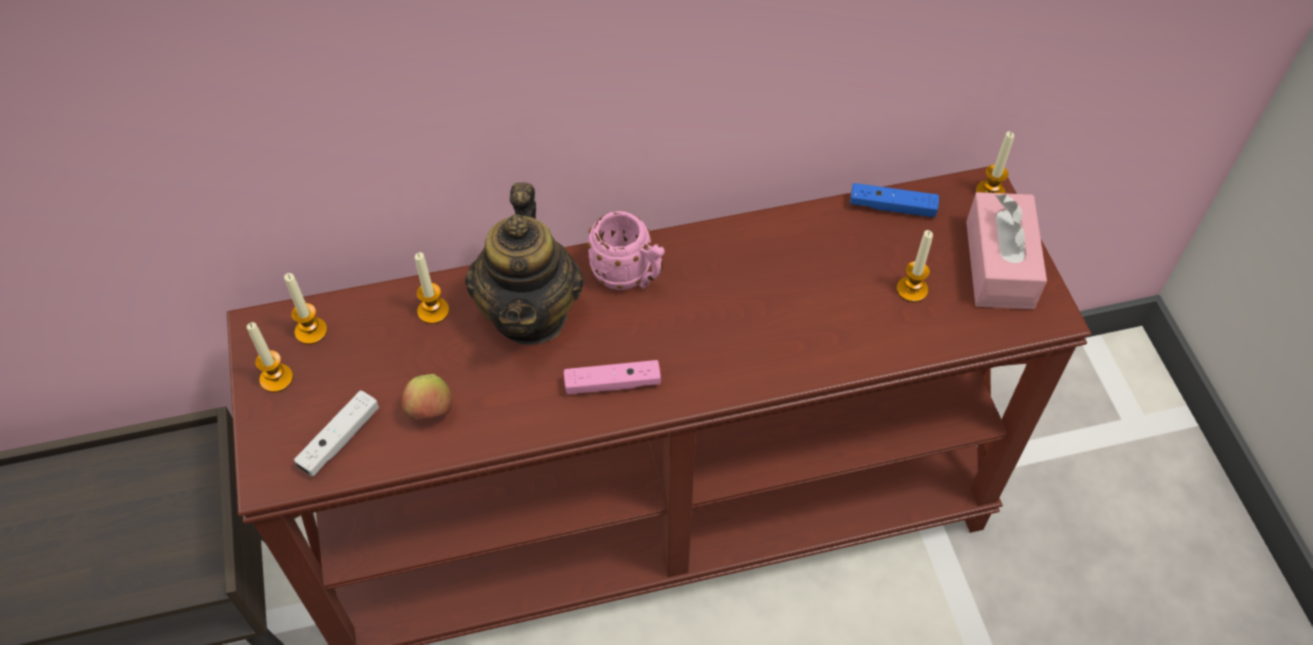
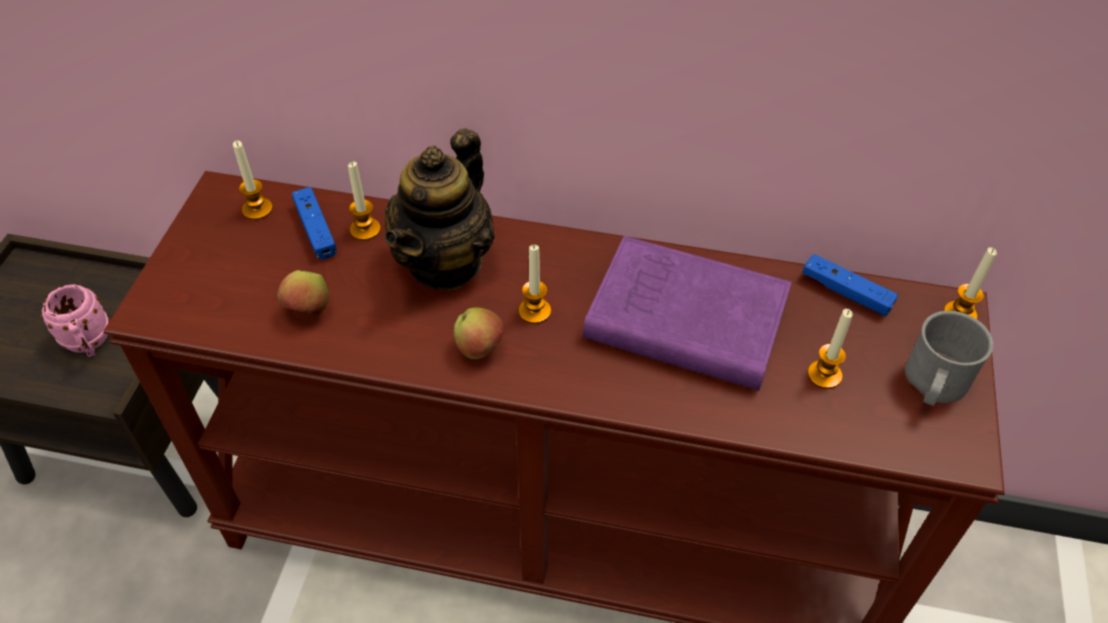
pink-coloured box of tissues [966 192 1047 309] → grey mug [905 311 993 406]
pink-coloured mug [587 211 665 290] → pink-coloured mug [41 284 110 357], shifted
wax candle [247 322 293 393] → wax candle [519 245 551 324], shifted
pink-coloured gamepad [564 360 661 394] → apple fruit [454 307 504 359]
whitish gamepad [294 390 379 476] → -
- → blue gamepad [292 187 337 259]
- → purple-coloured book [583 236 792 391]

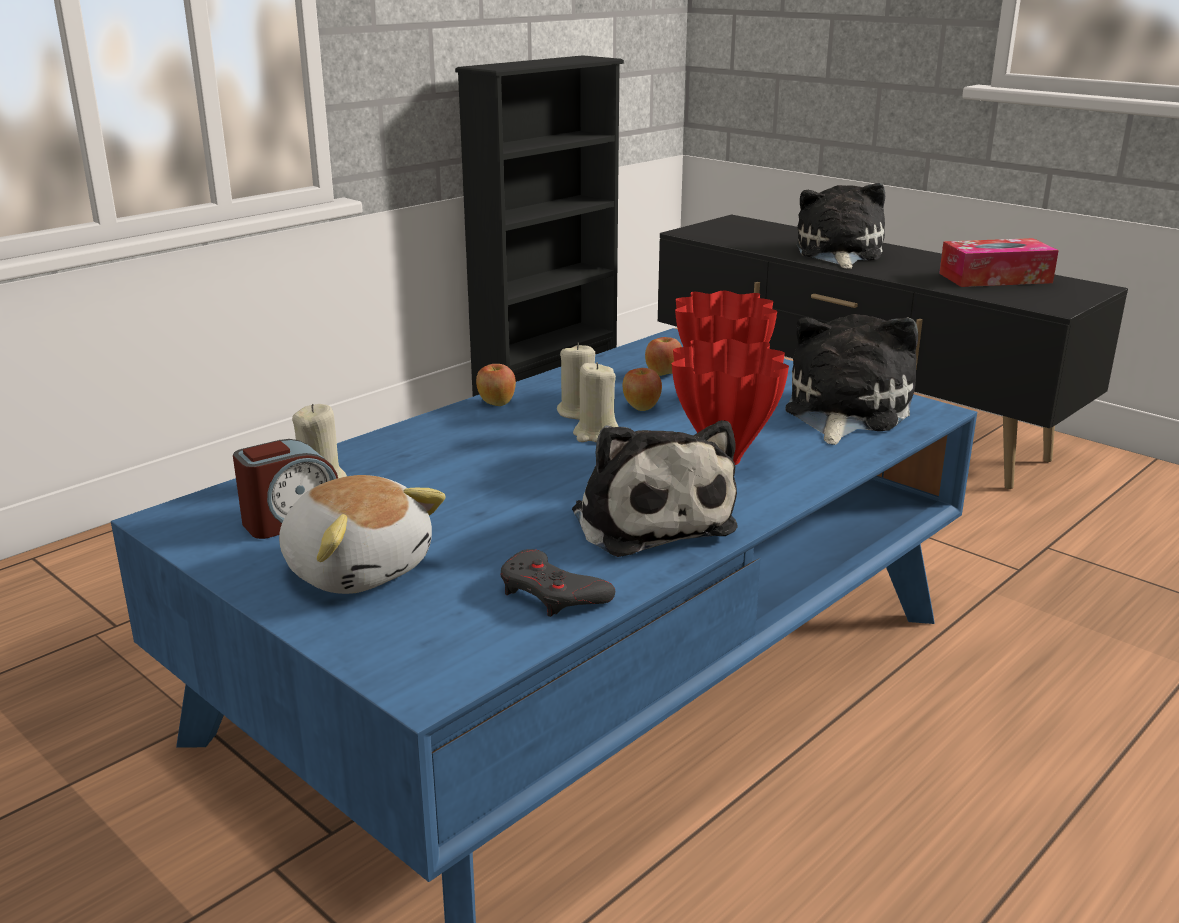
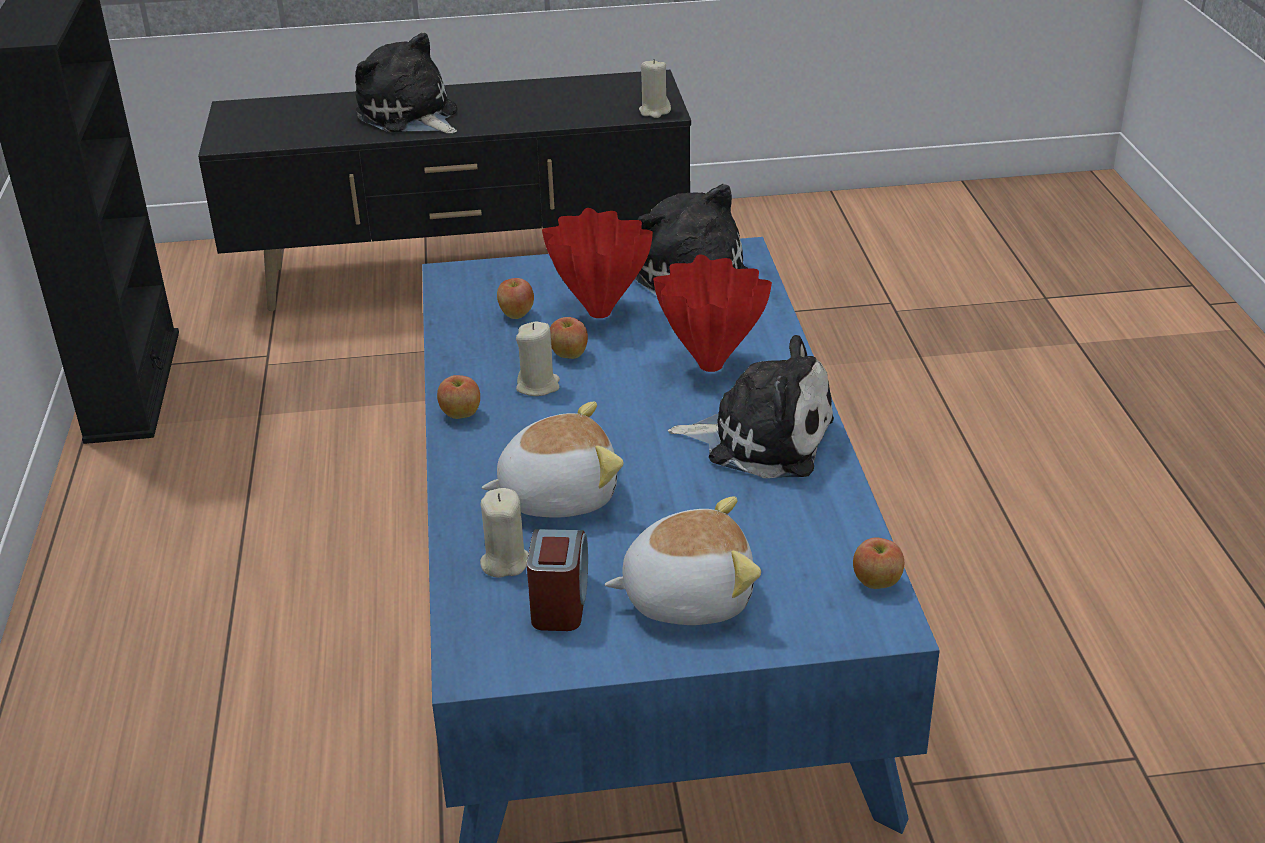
box of tissues [939 238 1059 287] → -
beige-coloured wax candle [573 362 619 443] → beige-coloured wax candle [639 59 671 118], shifted
grey gamepad [500 549 615 617] → -
- → soft toy [482 401 624 518]
- → apple fruit [853 537 904 589]

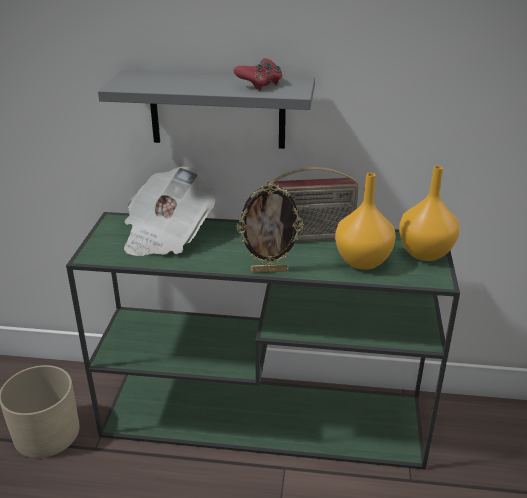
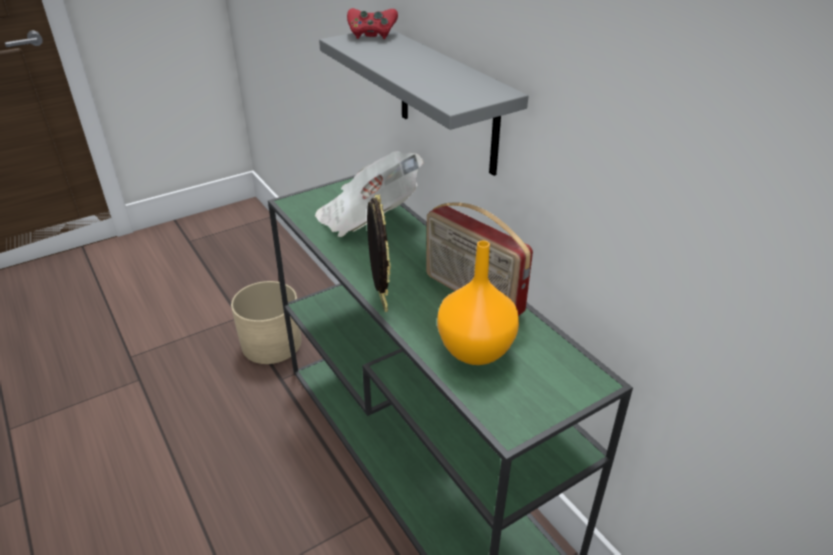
red gamepad [234 58 282 90] → red gamepad [347 8 398 39], shifted
orangey flower vase [399 166 460 261] → -
picture frame [236 183 304 273] → picture frame [367 195 391 312], 150 degrees counterclockwise

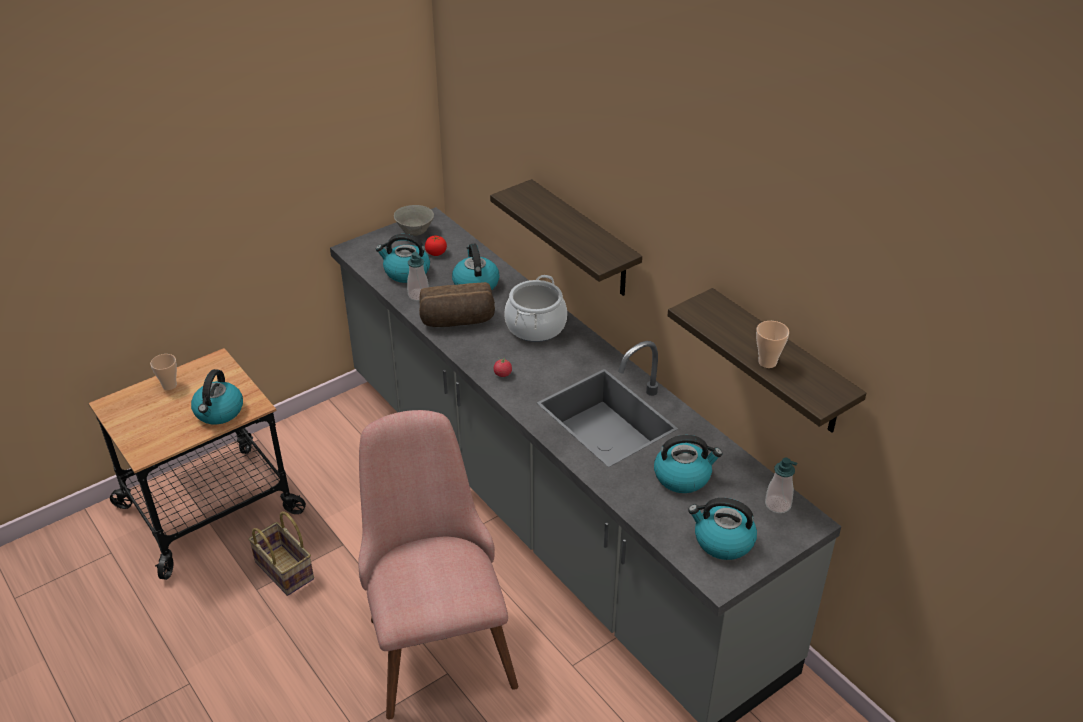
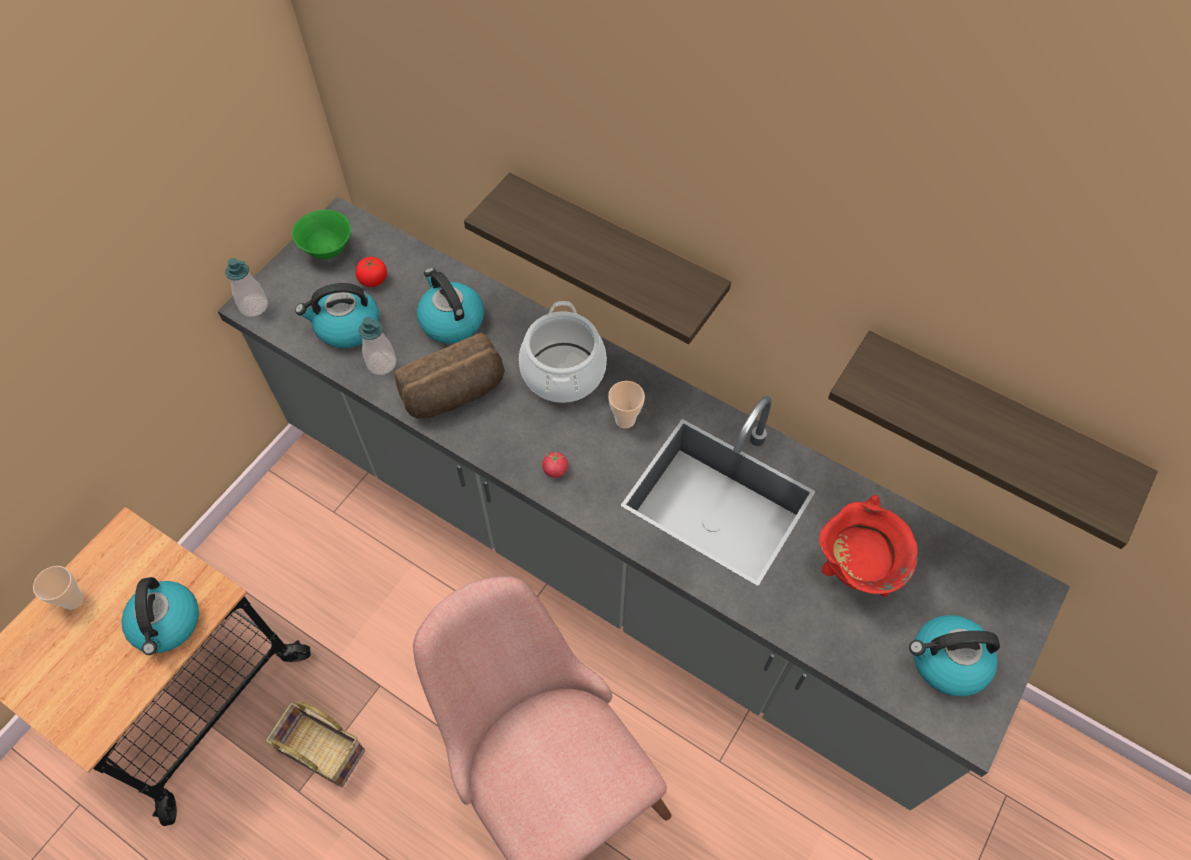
grey serving bowl [394 205 434 236] → green-coloured serving bowl [292 210 351 259]
cup [756 321 789 368] → cup [608 381 645 429], shifted
tea kettle [654 435 722 493] → red saucepot [819 495 918 597]
soap dispenser [765 458 797 513] → soap dispenser [225 258 268 317], shifted

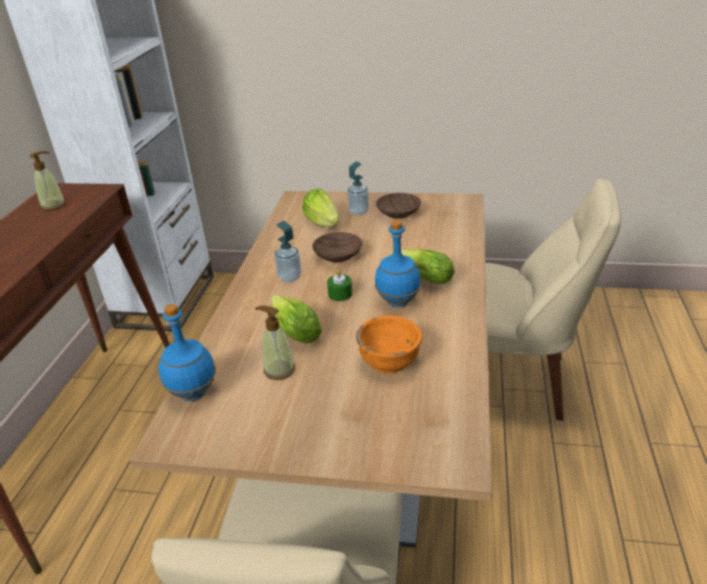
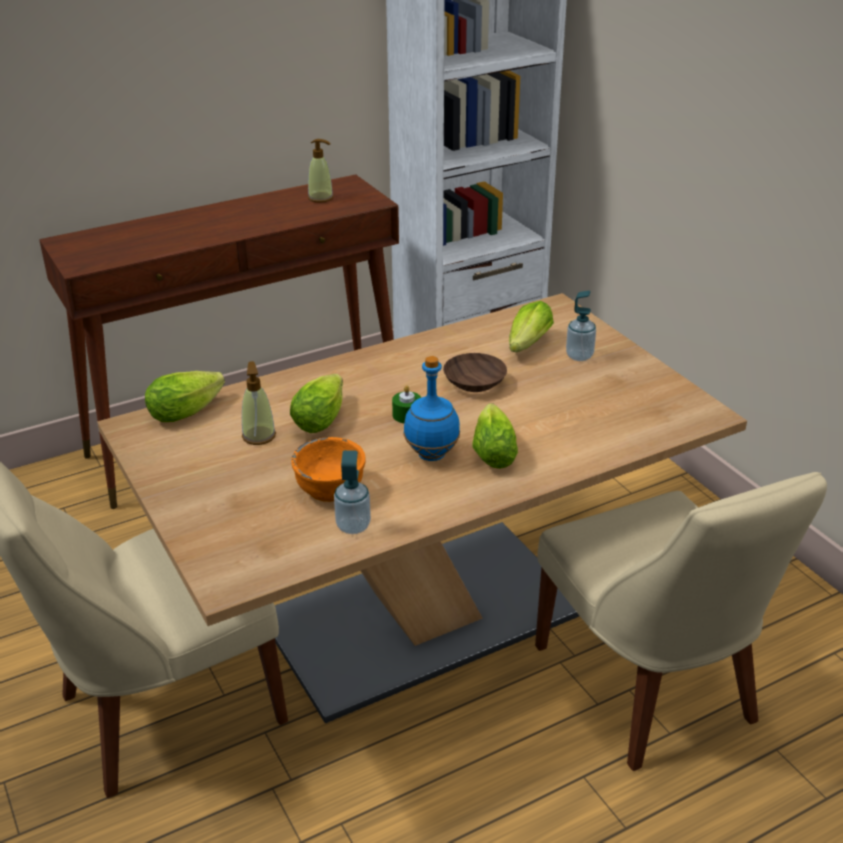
brown-coloured serving bowl [376 193 421 219] → -
soap dispenser [275 221 301 282] → soap dispenser [334 450 371 534], shifted
blue bottle [159 304 216 401] → head of lettuce [145 371 225 422]

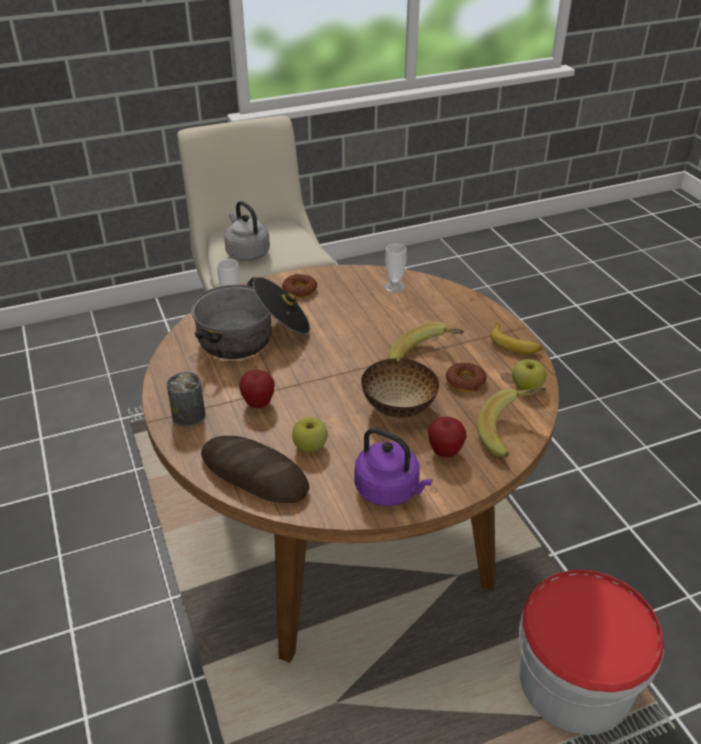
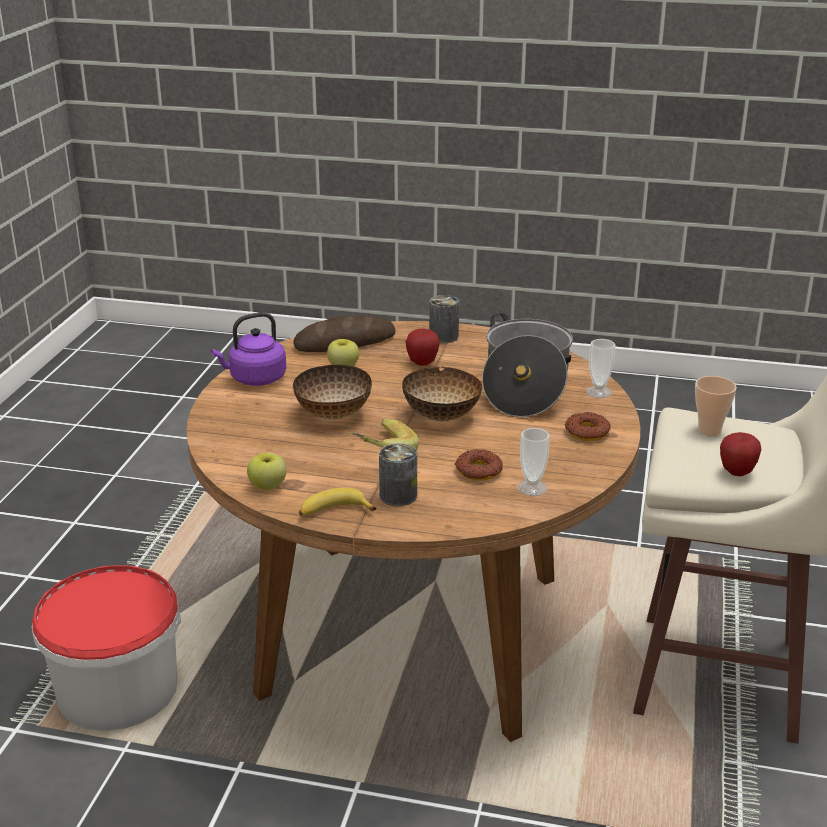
grey tea kettle [224 201 270 261] → cup [695 376 737 436]
doughnut [446 363 487 392] → doughnut [455 449 503 481], shifted
whole banana [477 387 546 458] → -
apple fruit [428 417 467 458] → apple fruit [720 432 761 476], shifted
- → serving bowl [402 367 482 421]
- → sealed can [379 443 417 506]

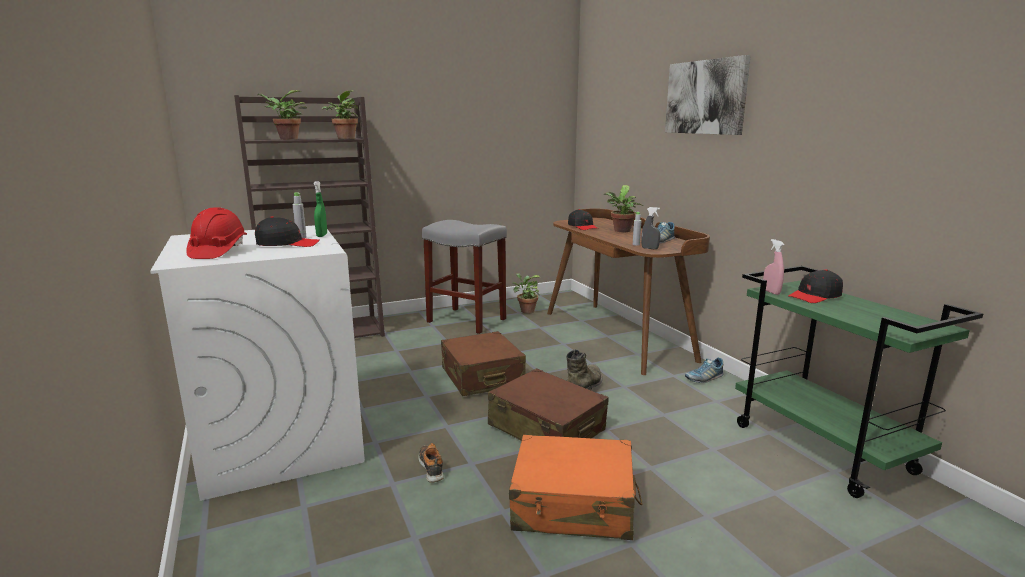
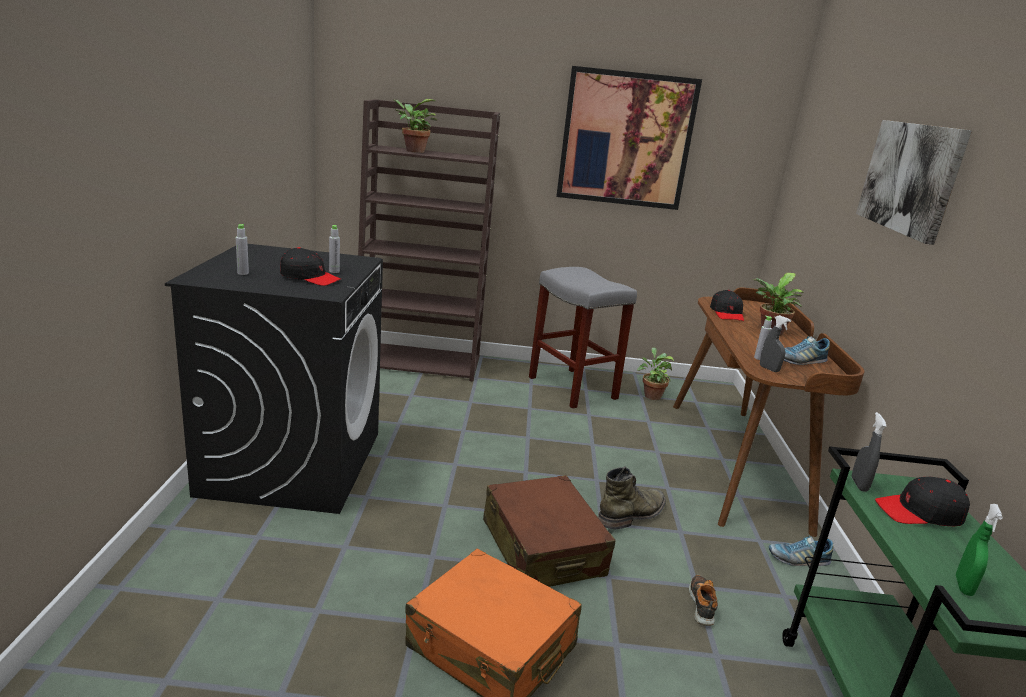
houseplant [322 90 358 139] → -
green-coloured hand sprayer [313 181 327 237] → green-coloured hand sprayer [956 504 1003 596], shifted
red work helmet [186 207 247 259] → grey bottle [236 224 249 275]
whitish laundry machine [150 225 365 501] → blackish laundry machine [165 244 383 514]
pink-coloured hand sprayer [763 239 785 295] → grey hand sprayer [852 412 887 492]
brown-coloured travel case [441 331 526 396] → -
item of footwear [418 443 444 483] → item of footwear [689 575 718 626], shifted
- → wall picture [556 66 702 210]

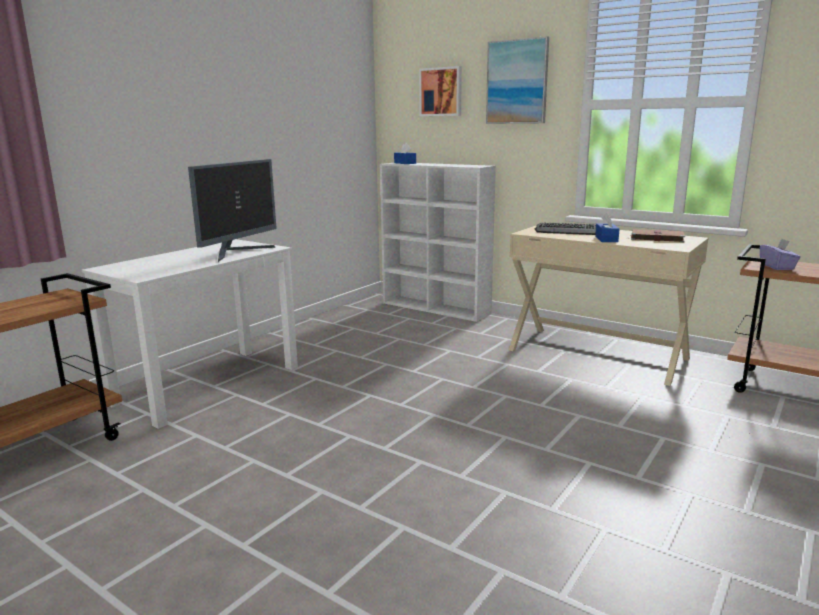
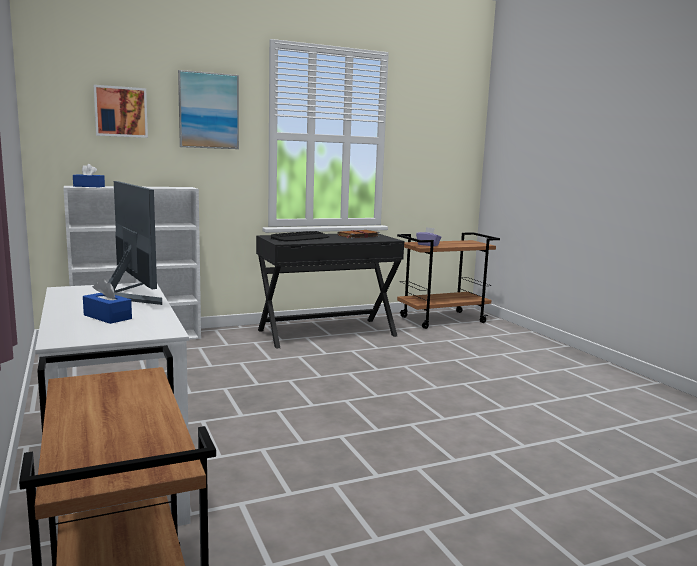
blue box of tissues [595 213 619 242] → blue box of tissues [83 279 132 324], shifted
beige-coloured desk unit [509 225 709 386] → blackish desk unit [256 234 404 349]

